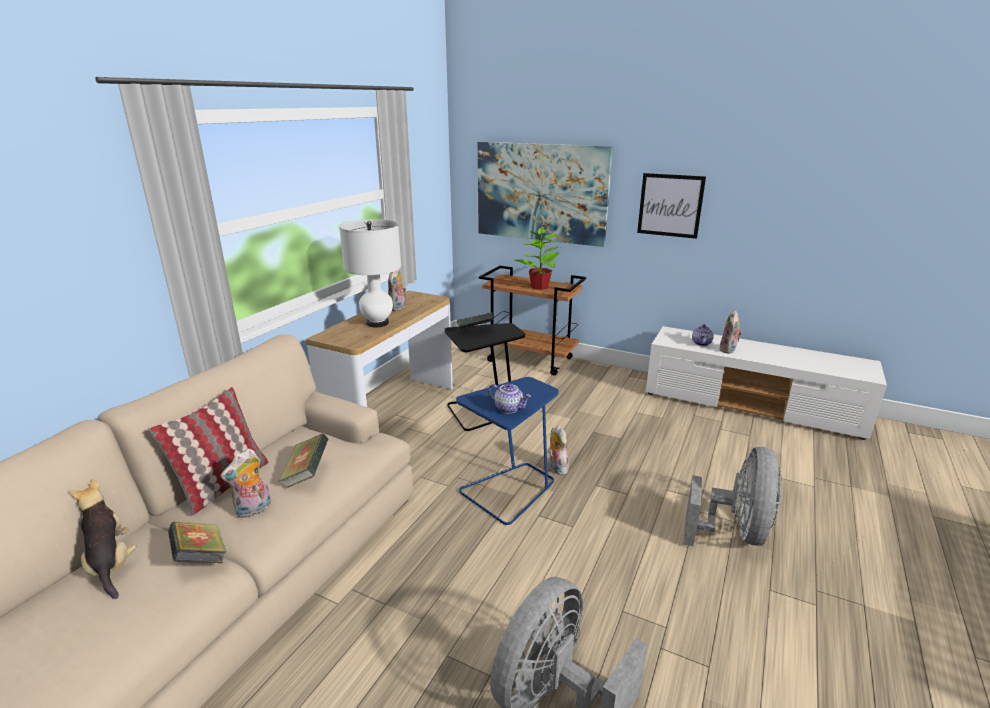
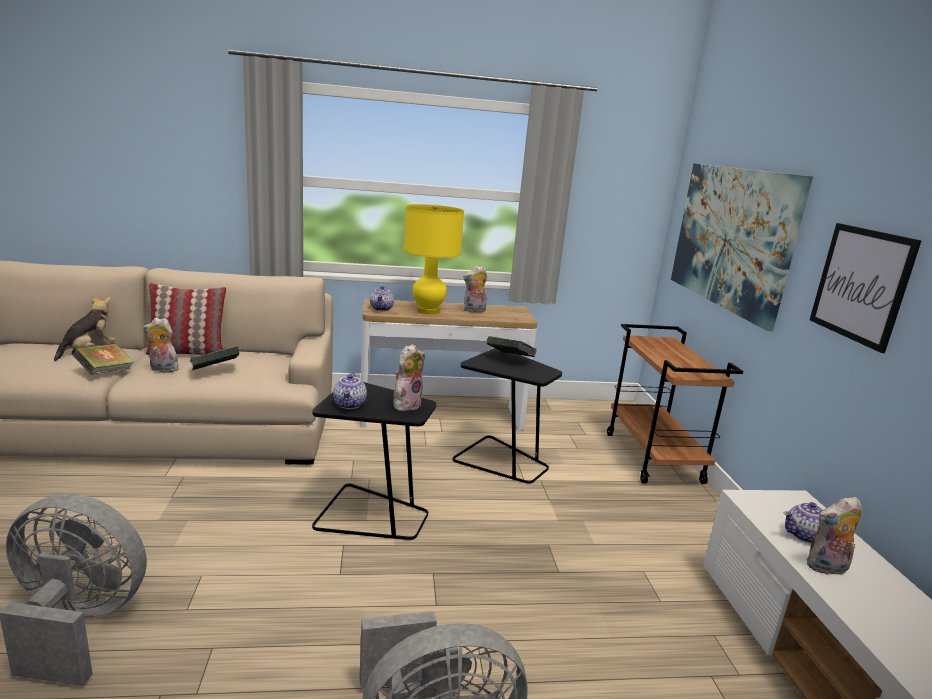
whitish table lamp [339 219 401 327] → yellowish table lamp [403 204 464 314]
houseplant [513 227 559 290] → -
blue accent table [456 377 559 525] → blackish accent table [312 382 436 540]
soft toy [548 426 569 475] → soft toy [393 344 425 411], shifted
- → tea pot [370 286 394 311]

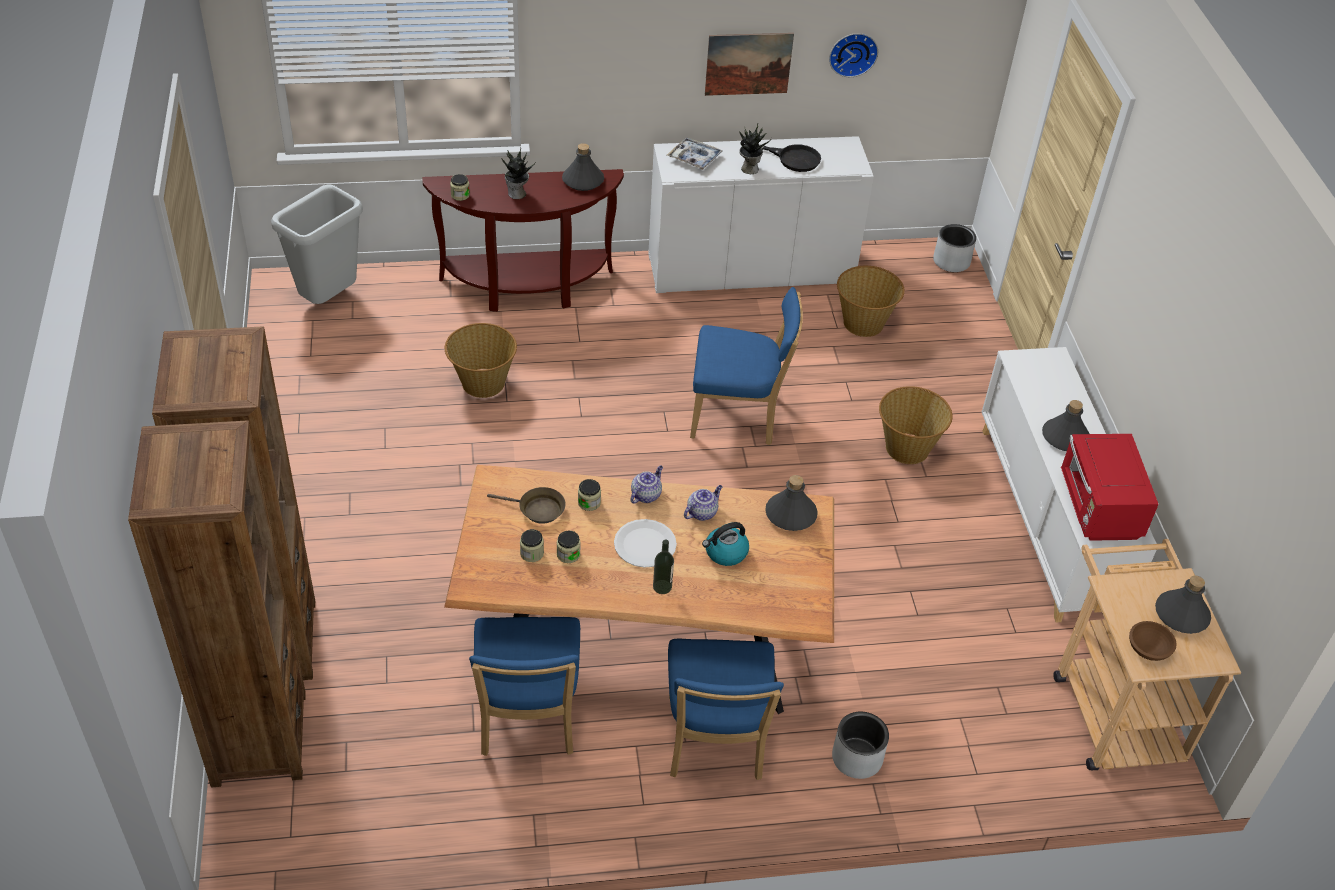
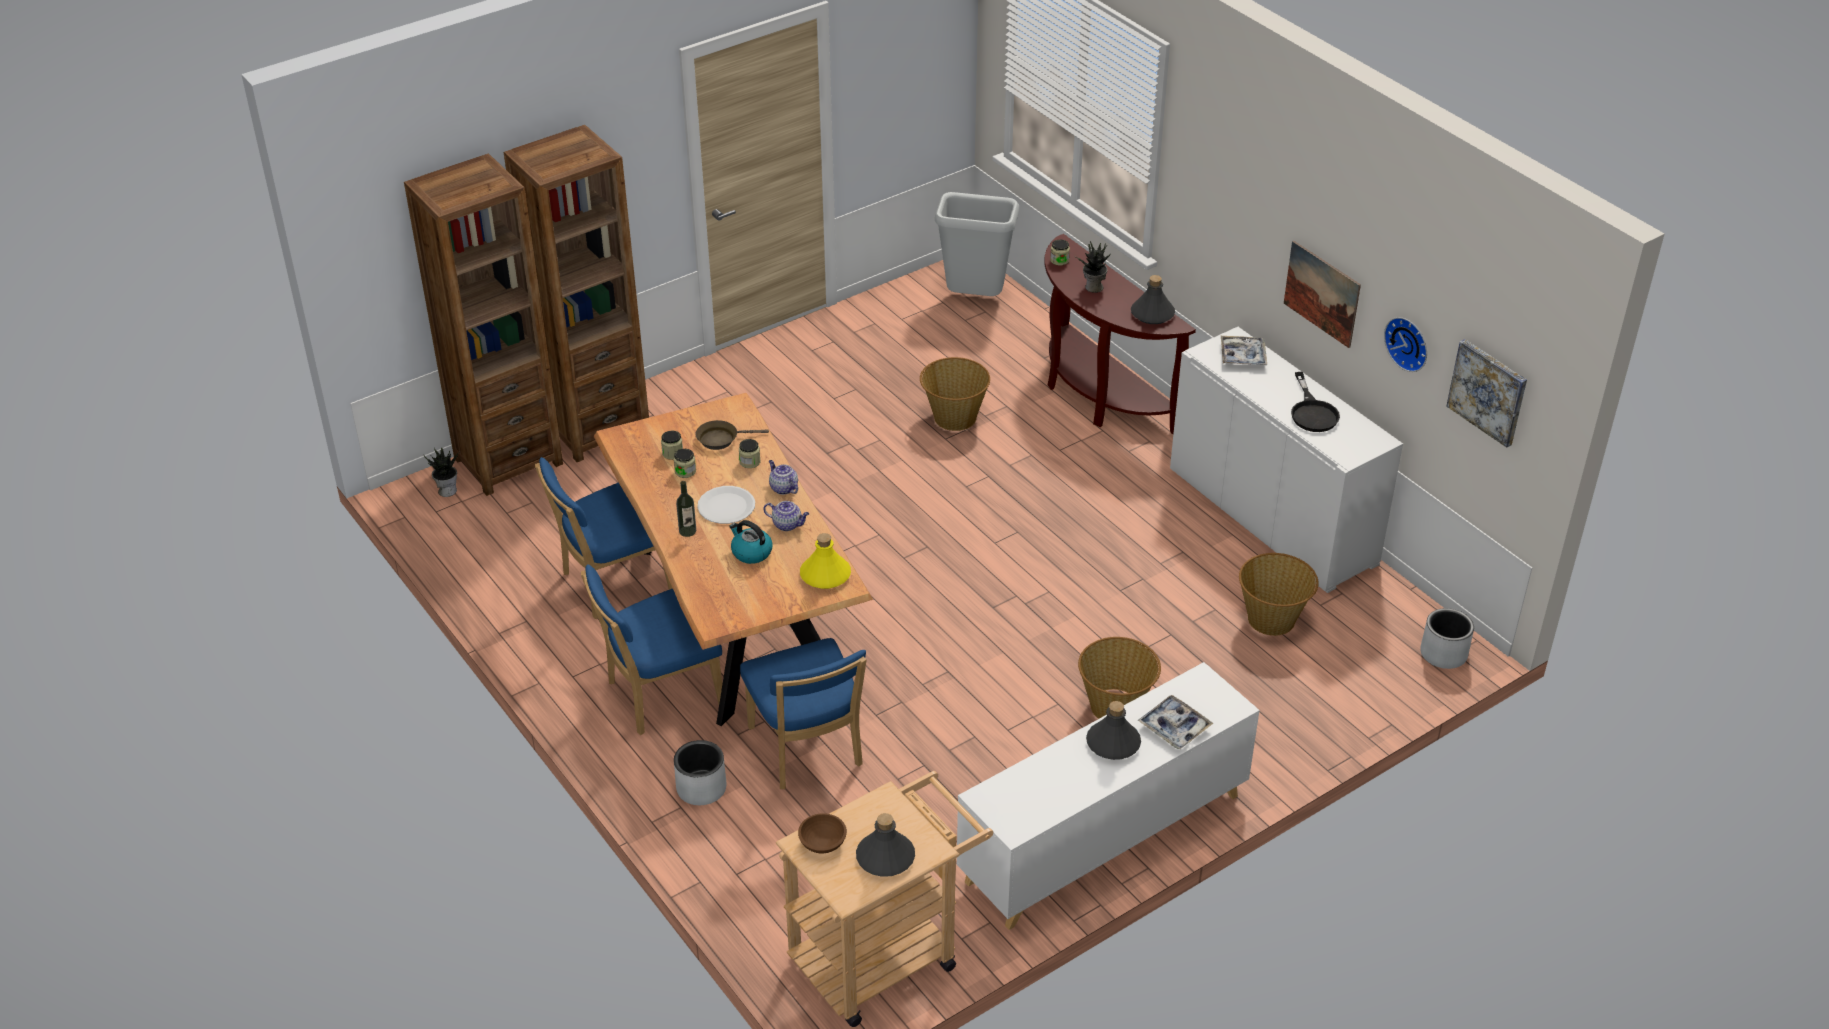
houseplant [739 123 772 174] → houseplant [423 448 460 497], shifted
blue plain chair [690 287 803 445] → blue plain chair [740 638 867 789], shifted
red microwave oven [1061 434 1159 541] → -
tea pot [630 466 663 504] → tea pot [769 460 798 495], 135 degrees counterclockwise
grey bottle [765 475 818 531] → yellowish bottle [800 533 851 589]
brown-coloured pan [487 487 565 524] → brown-coloured pan [696 420 769 450], 90 degrees clockwise
- → wall picture [1446 339 1527 448]
- → serving tray [1137 695 1213 749]

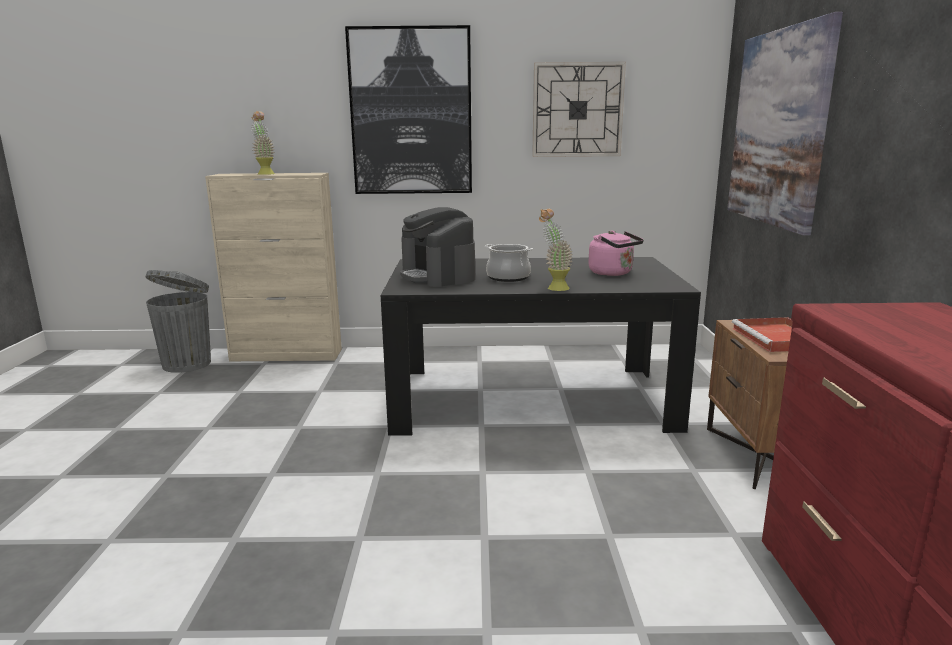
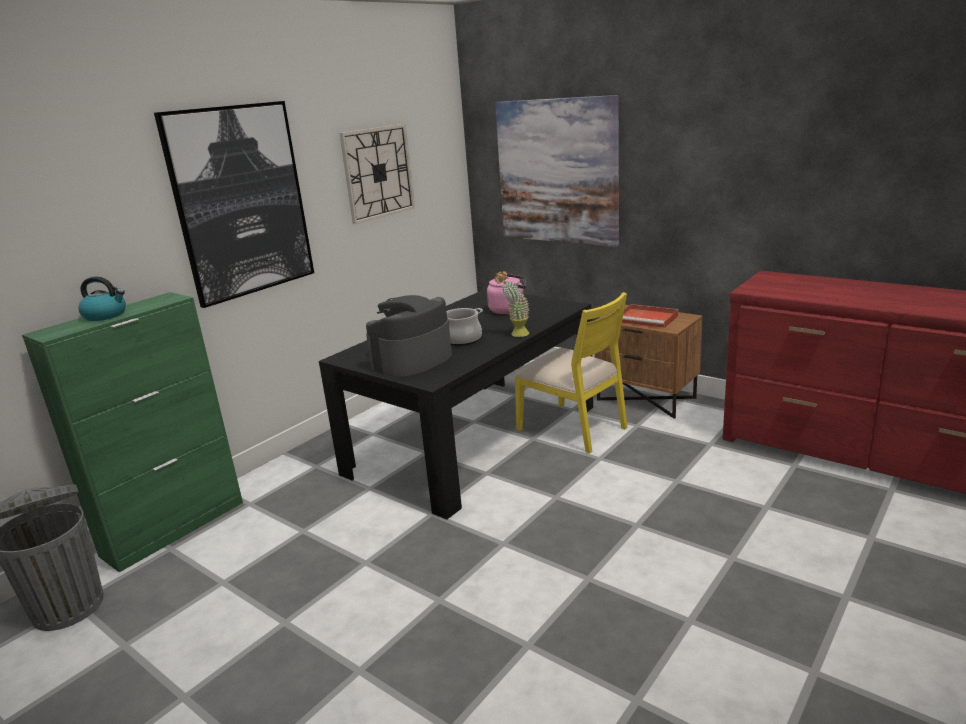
houseplant [251 111 275 175] → tea kettle [78 276 126 321]
beige-coloured cabinet [205 173 342 361] → green-coloured cabinet [22 292 243 572]
coffee brewer [400 207 476 287] → coffee brewer [366 295 452 377], 120 degrees clockwise
- → yellowish plain chair [515 292 628 454]

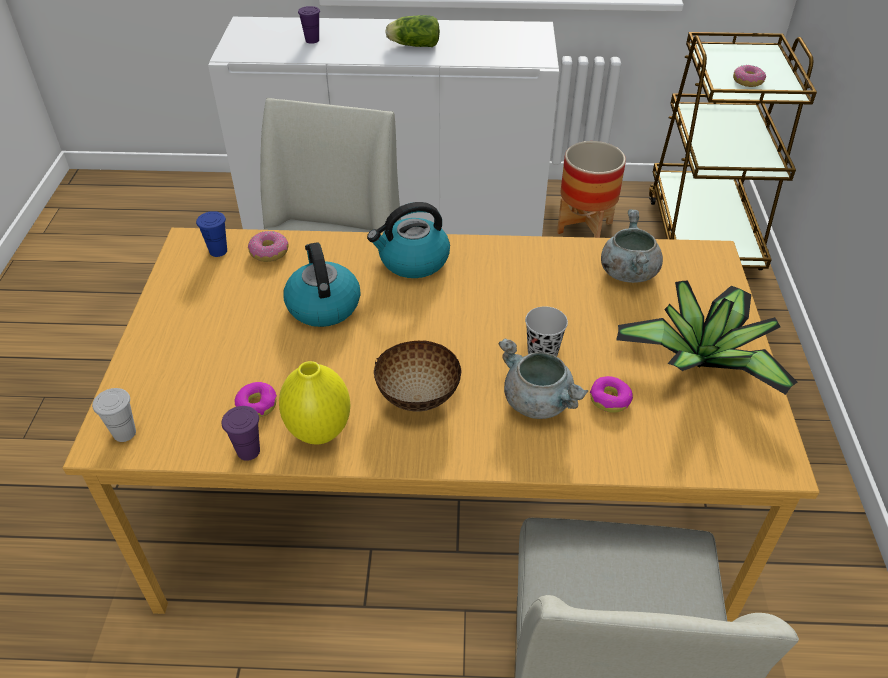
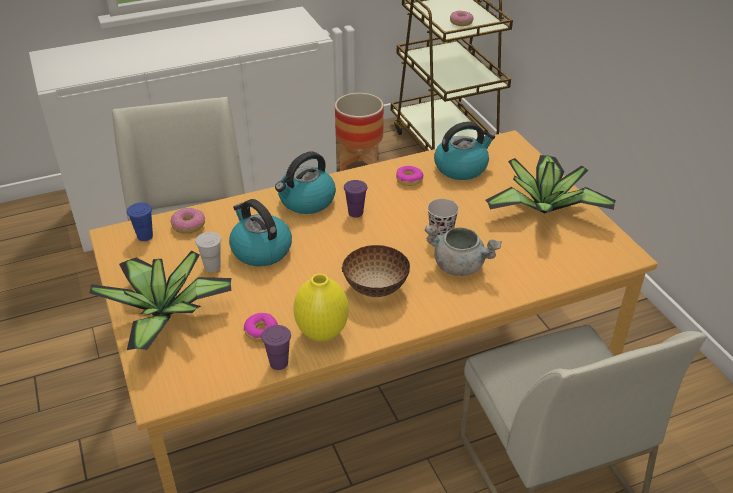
purple-coloured cup [298 6 320 44] → purple-coloured cup [344 180 367 218], shifted
head of lettuce [385 15 440 47] → -
grey saucepot [601 209 663 283] → tea kettle [434 122 495 180]
doughnut [590 376 633 413] → doughnut [396 166 423 186], shifted
whitish cup [92 388 136 442] → whitish cup [195 232 221 272], shifted
- → houseplant [89 251 232 350]

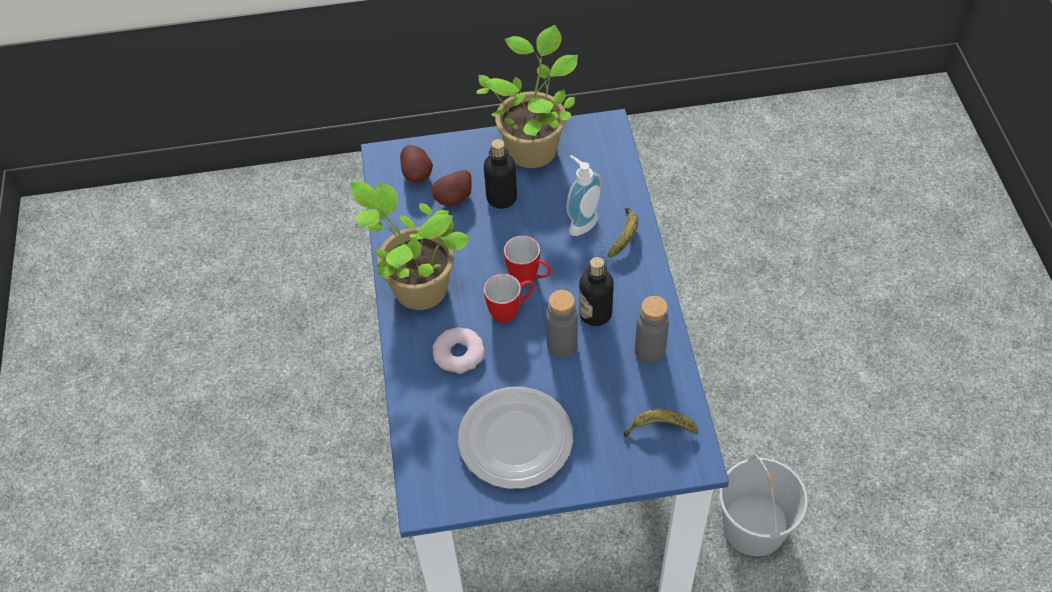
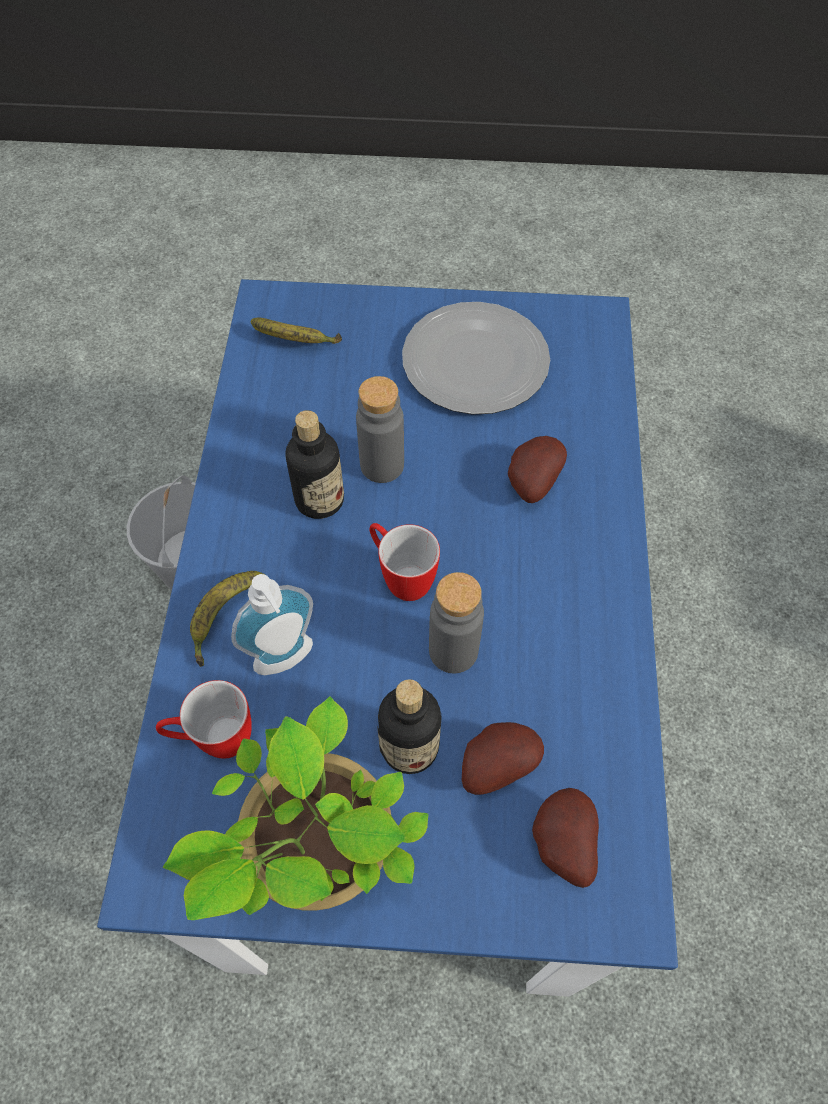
houseplant [350 182 471 310] → -
mug [484 274 535 323] → mug [156 680 252 759], shifted
grey bottle [635 296 669 364] → grey bottle [429 572 484 673], shifted
doughnut [433 328 485 374] → spud [508 436 567 503]

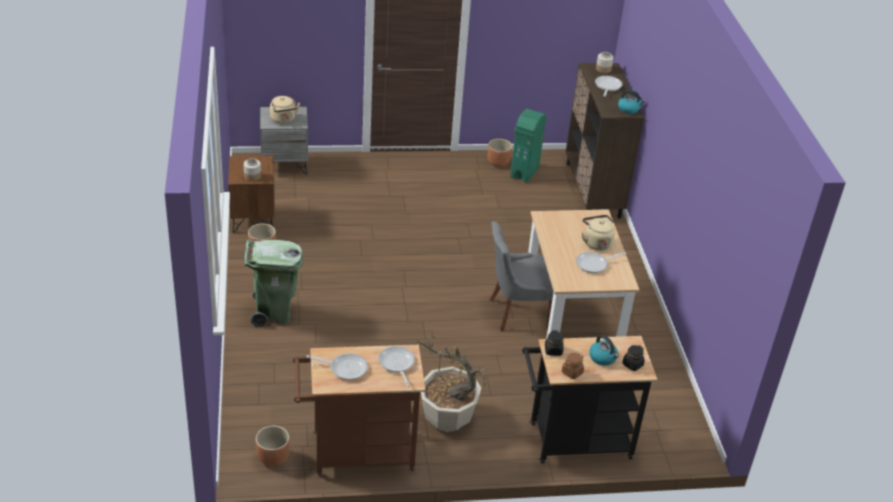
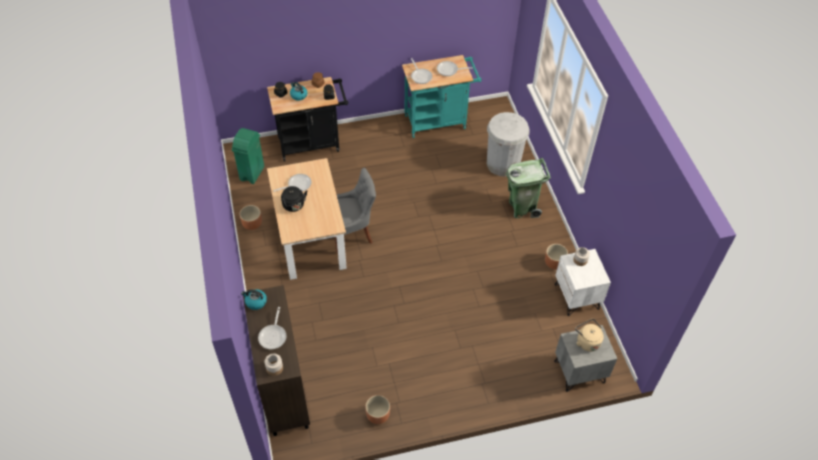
green-coloured rubbish bin [510 109 547 183] → green-coloured rubbish bin [232 128 264 184], shifted
brown-coloured bedside table [228 156 275 233] → whitish bedside table [555 249 611 316]
beige-coloured tea kettle [581 215 615 251] → blackish tea kettle [281 186 307 212]
houseplant [411 326 490 432] → -
brown-coloured wheeled cart [293 345 426 476] → turquoise wheeled cart [402 55 482 138]
brown-coloured flower pot [256 426 290 466] → brown-coloured flower pot [240 205 262 230], shifted
- → whitish rubbish bin [487 112 530 177]

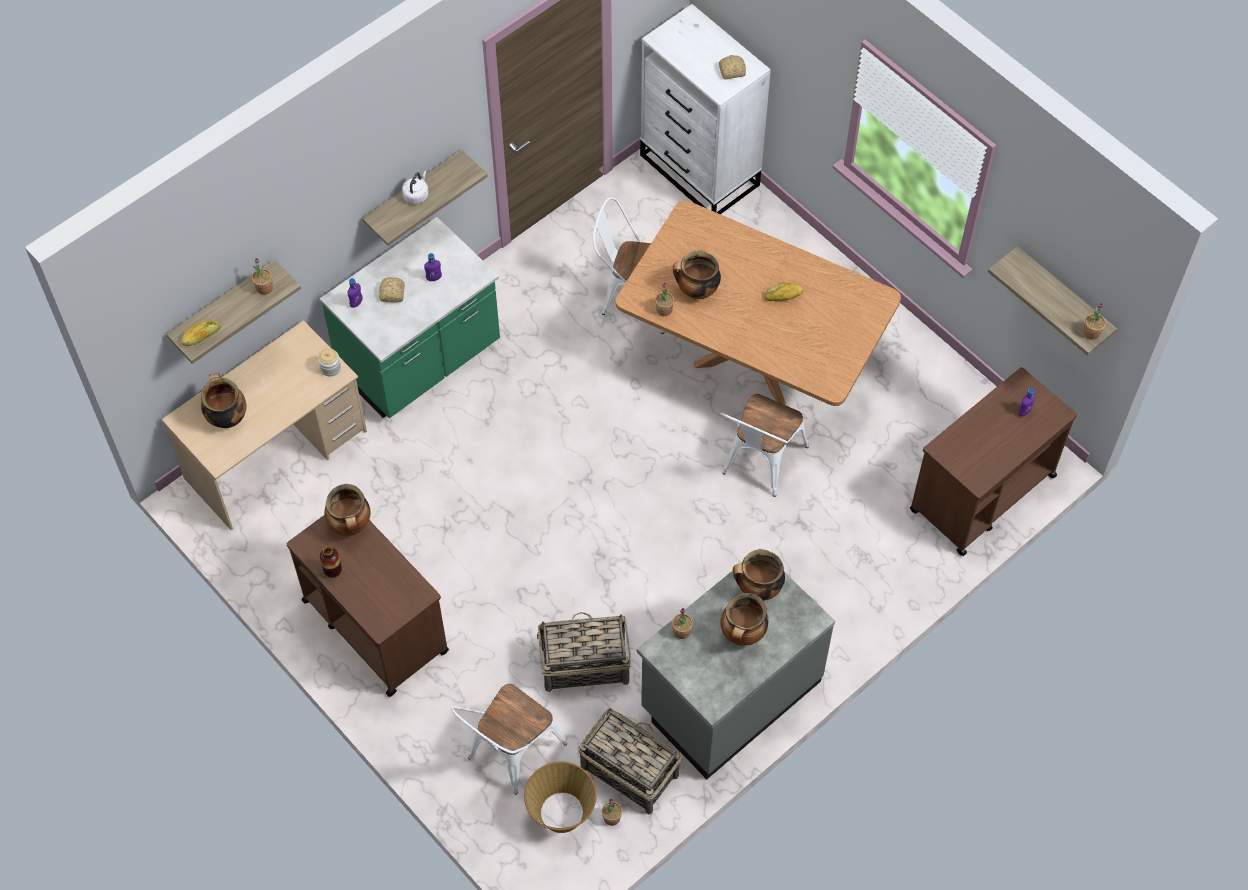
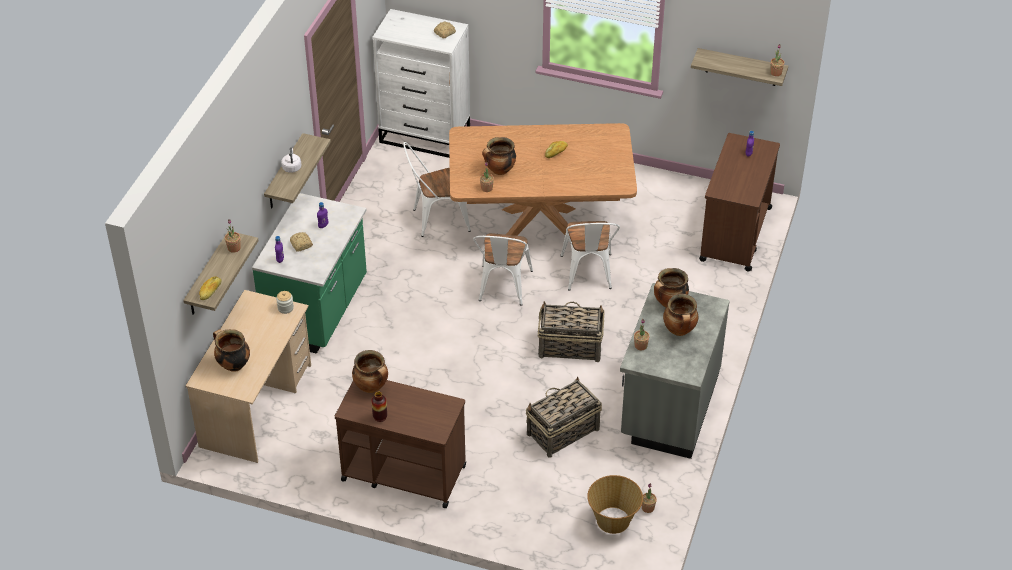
whitish plain chair [451 684 567 795] → whitish plain chair [473 233 533 306], shifted
storage basket [578 707 682 814] → storage basket [538 301 605 362], shifted

